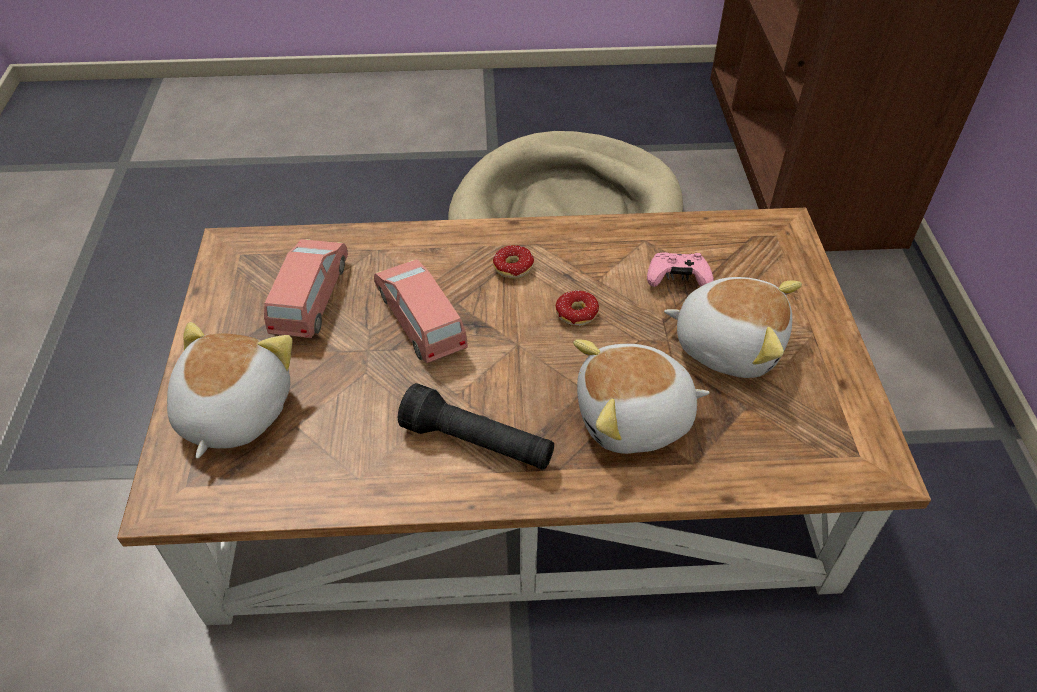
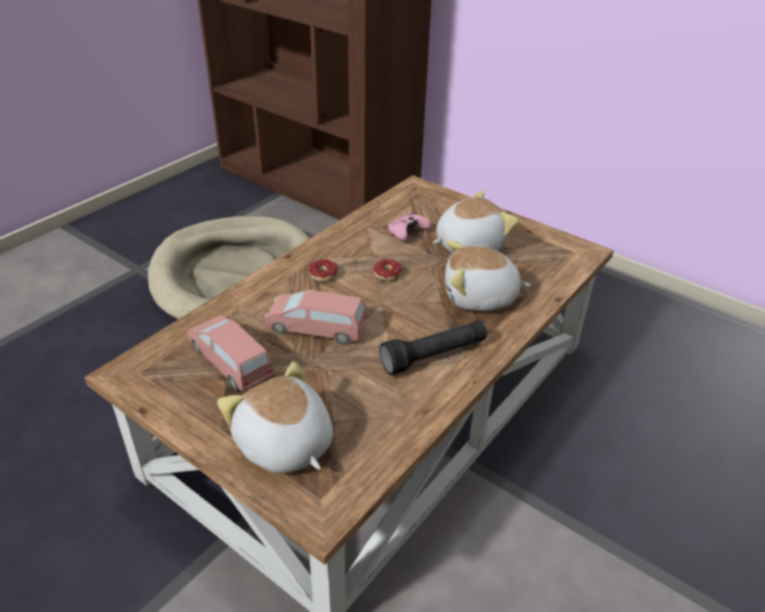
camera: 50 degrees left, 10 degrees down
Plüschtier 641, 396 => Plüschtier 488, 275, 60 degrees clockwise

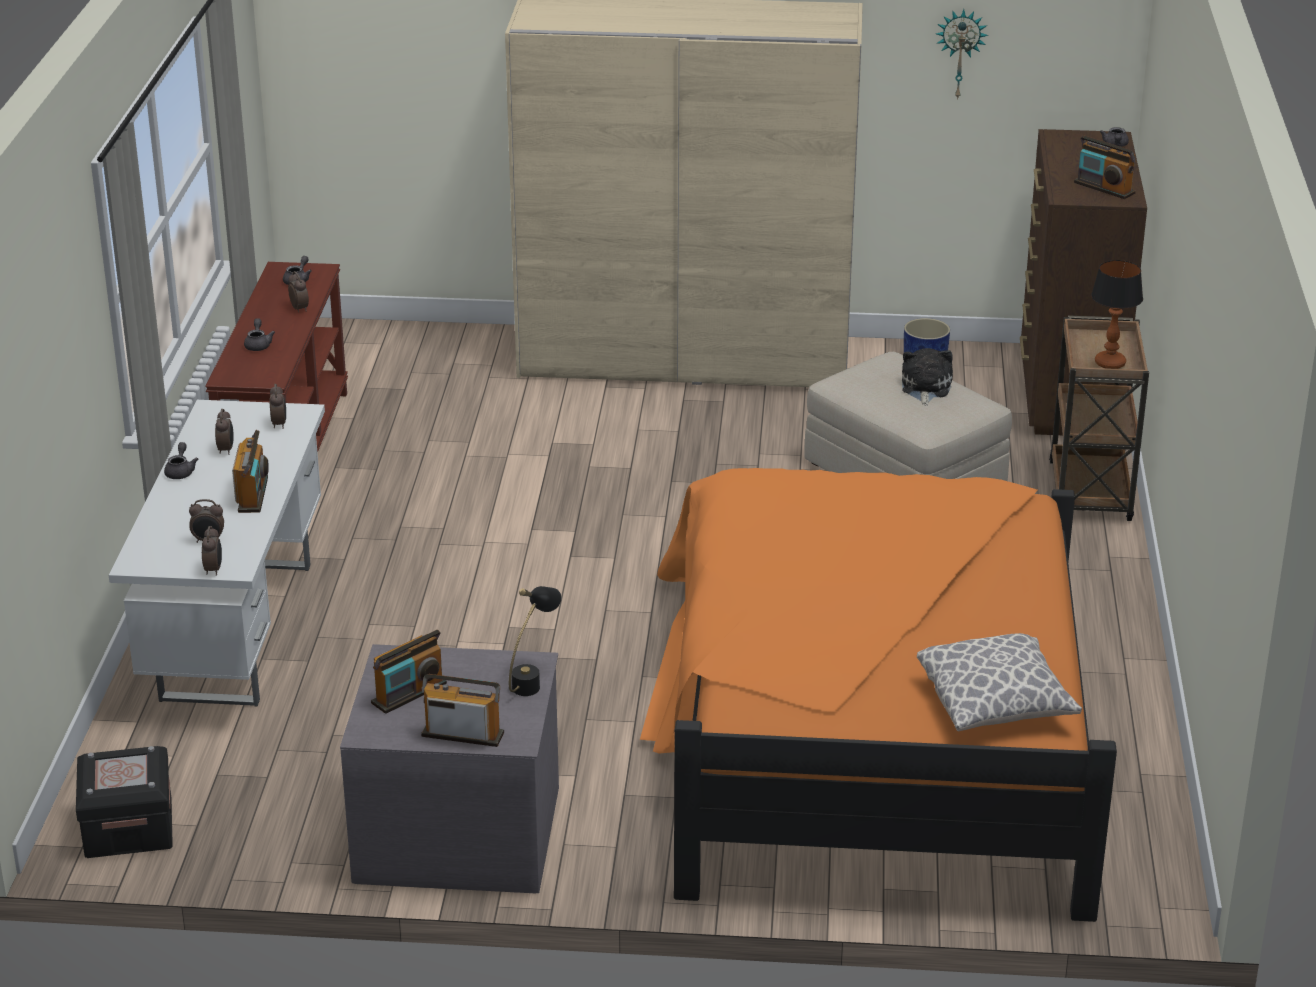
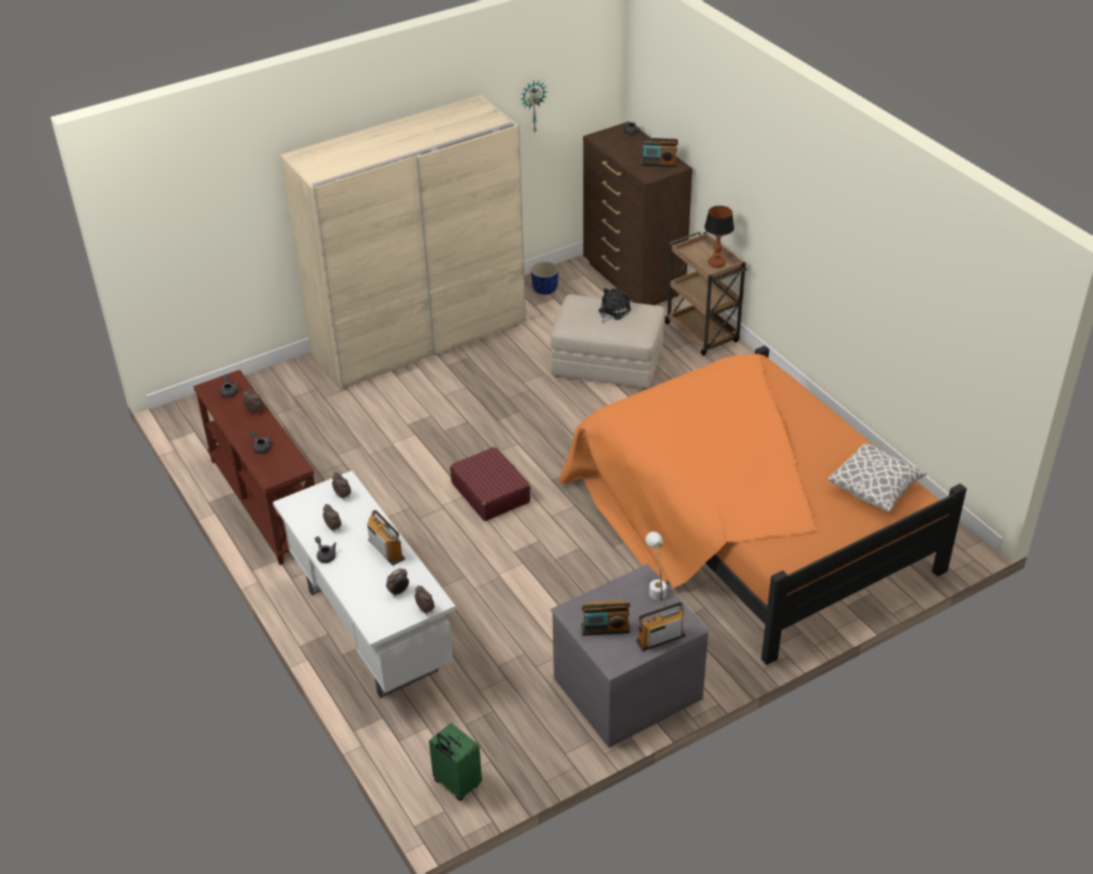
camera: 35 degrees left, 10 degrees up
Aufbewahrungsbox/schwarz 124, 802 => Koffer/grün 455, 762
nothing => Koffer/rot 490, 484
Radio 409, 672 => Radio 605, 618, 75 degrees clockwise
Plüschtier 927, 377 => Plüschtier 614, 305, 60 degrees clockwise
Tischlampe/schwarz 535, 641 => Tischlampe/weiß 656, 566

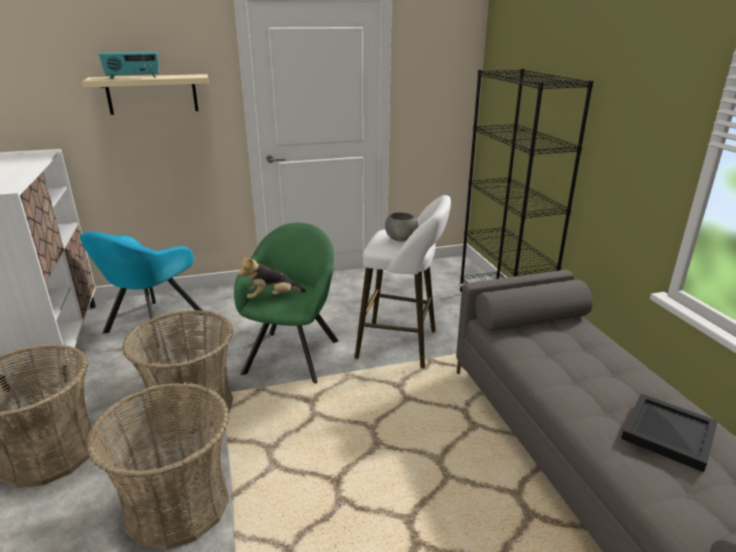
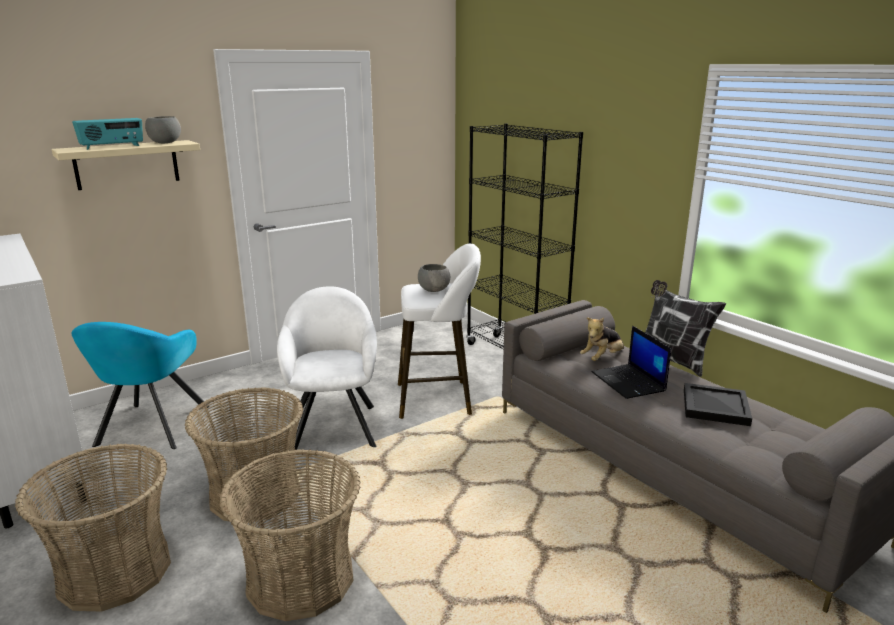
camera: 20 degrees left, 5 degrees down
nothing => Schüssel/grau 163, 129
Sessel/grün 286, 303 => Sessel/weiß 327, 368
Plüschtier 272, 277 => Plüschtier 602, 339, relocated
nothing => Laptop 631, 362
nothing => Kissen 685, 328

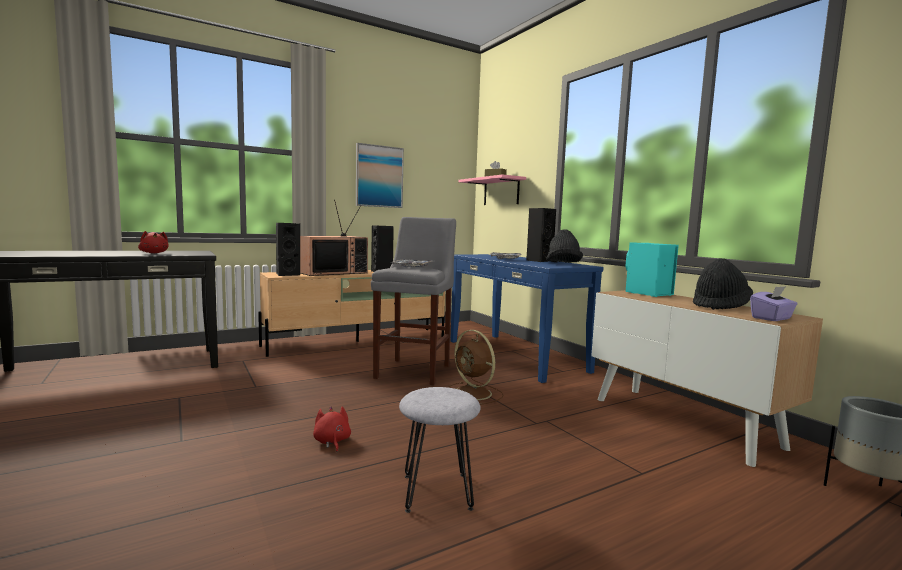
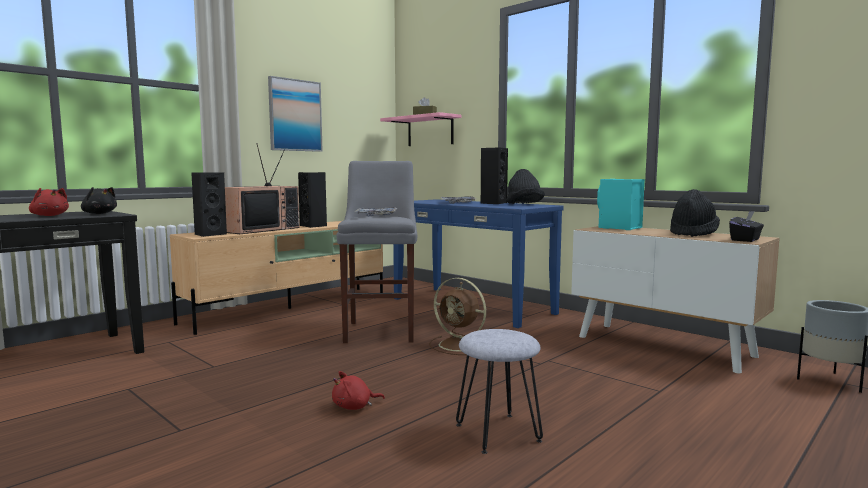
camera: 15 degrees left, 0 degrees up
nothing => Plüschtier/schwarz 99, 200
Plüschtier/rot 332, 429 => Plüschtier/rot 358, 390, 75 degrees counterclockwise
Taschentuchbox/lila 774, 303 => Taschentuchbox/schwarz 746, 226

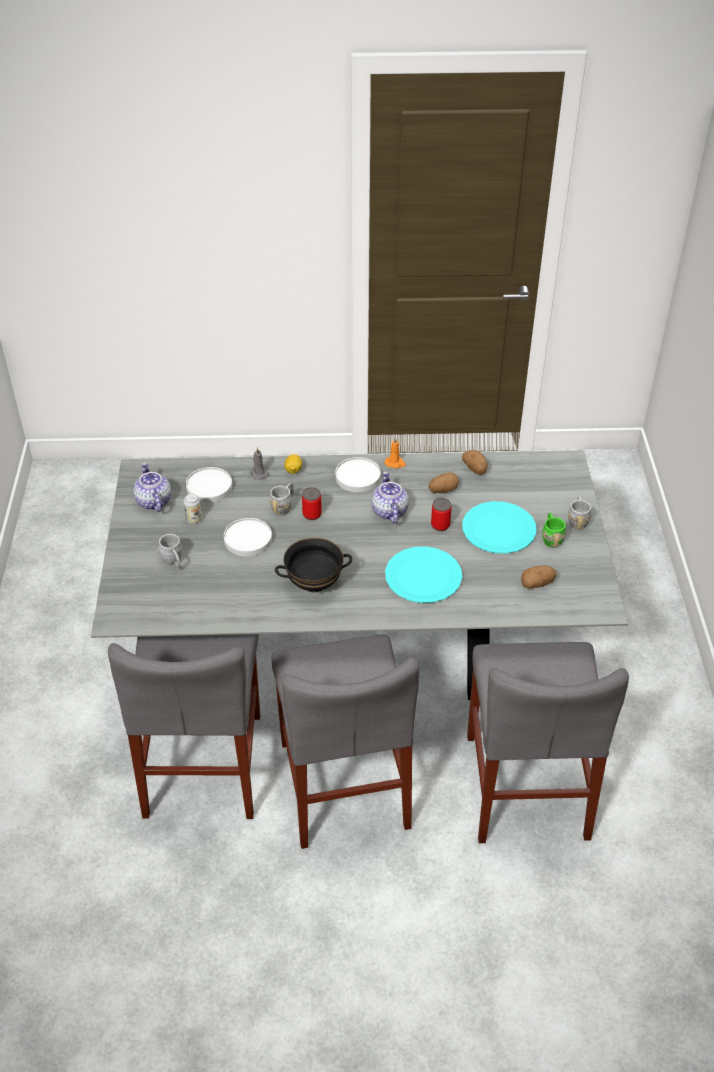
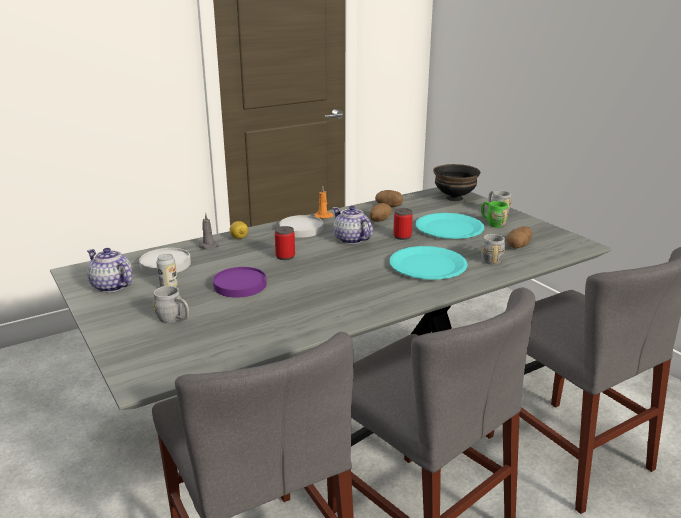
camera: 30 degrees left, 20 degrees down
Teller/weiß 248, 537 => Teller/lila 240, 282
Schüssel/schwarz 313, 565 => Schüssel/schwarz 456, 182, relocated
Henkelbecher/grau 281, 499 => Henkelbecher/grau 493, 249, relocated

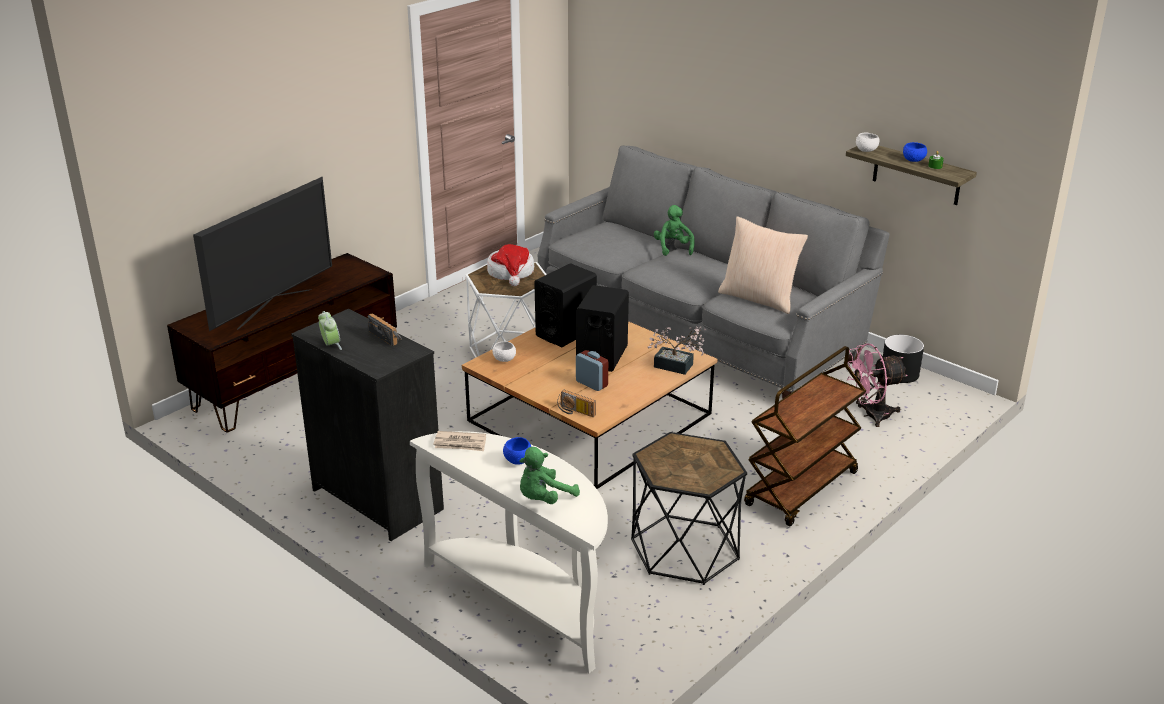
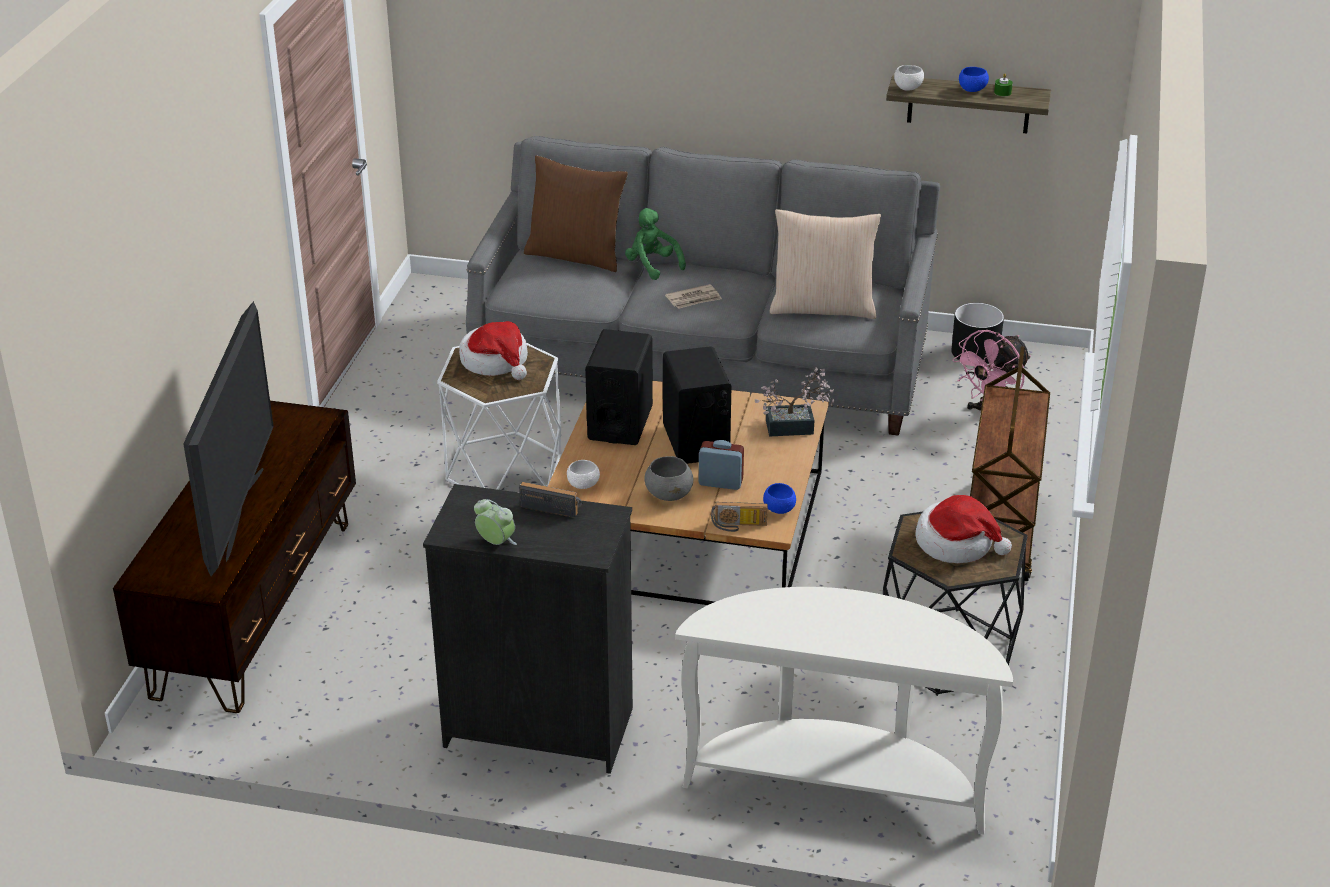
camera: 30 degrees left, 5 degrees up
nothing => Kissen/braun 576, 213
nothing => Schüssel/grau 668, 478
Zeitung 459, 441 => Zeitung 693, 296, relocated
Schüssel/blau 517, 451 => Schüssel/blau 779, 498, relocated
nothing => Hut 963, 529
Plüschtier/grün 550, 475 => nothing

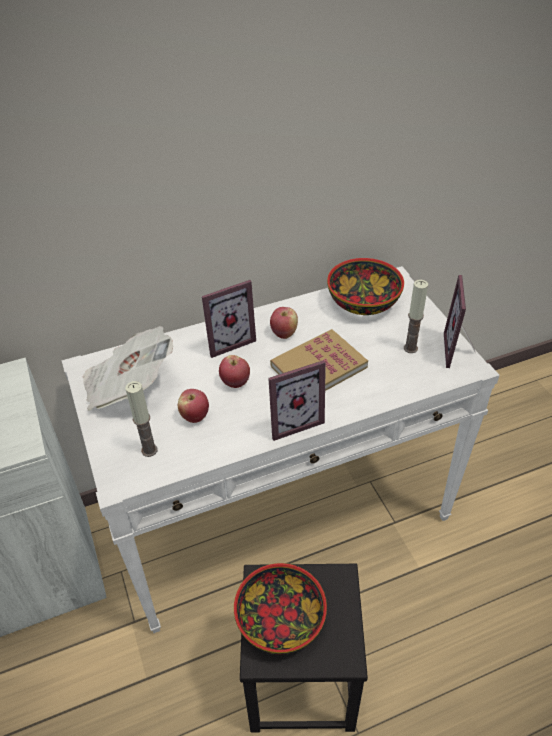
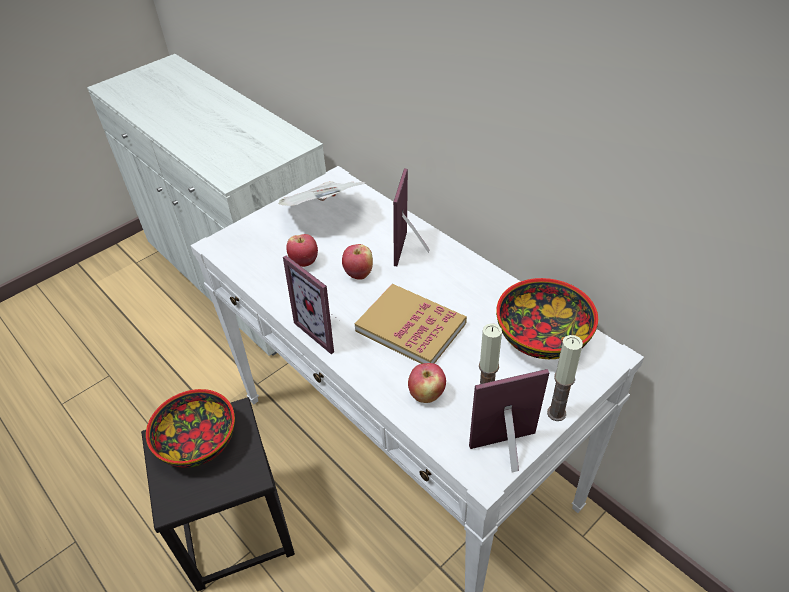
camera: 70 degrees right, 0 degrees up
Bilderrahmen 229, 319 => Bilderrahmen 411, 217, 60 degrees clockwise
Apfel 284, 323 => Apfel 427, 383, relocated
Kerze 141, 419 => Kerze 565, 378, relocated

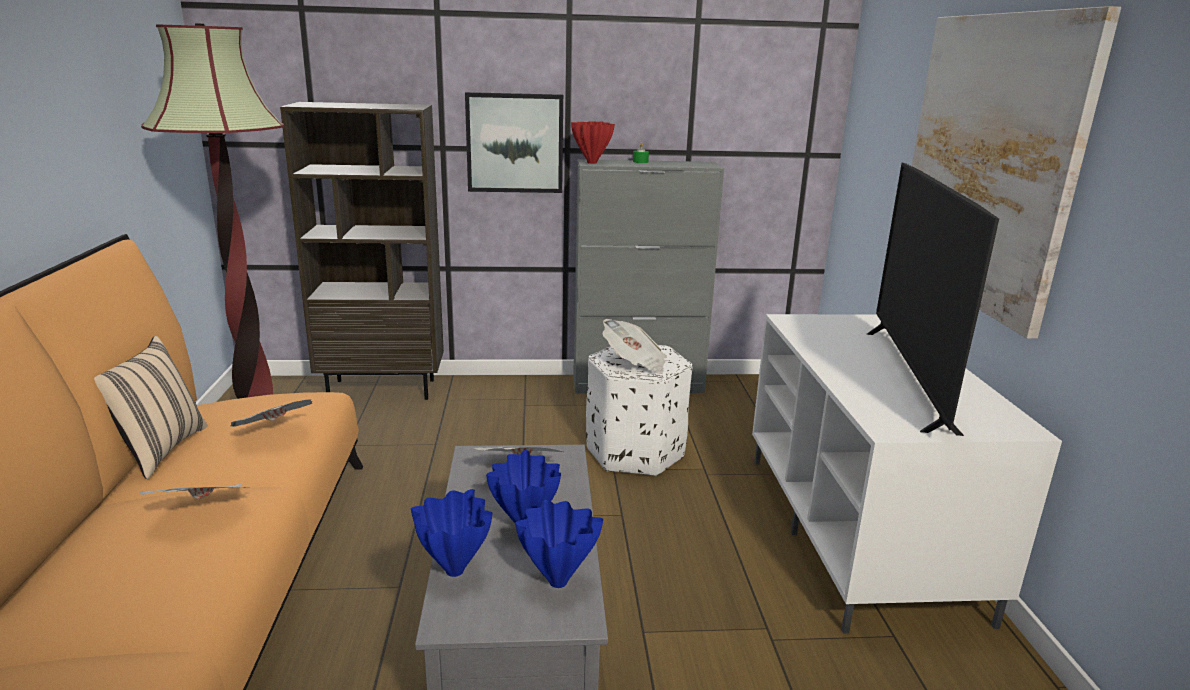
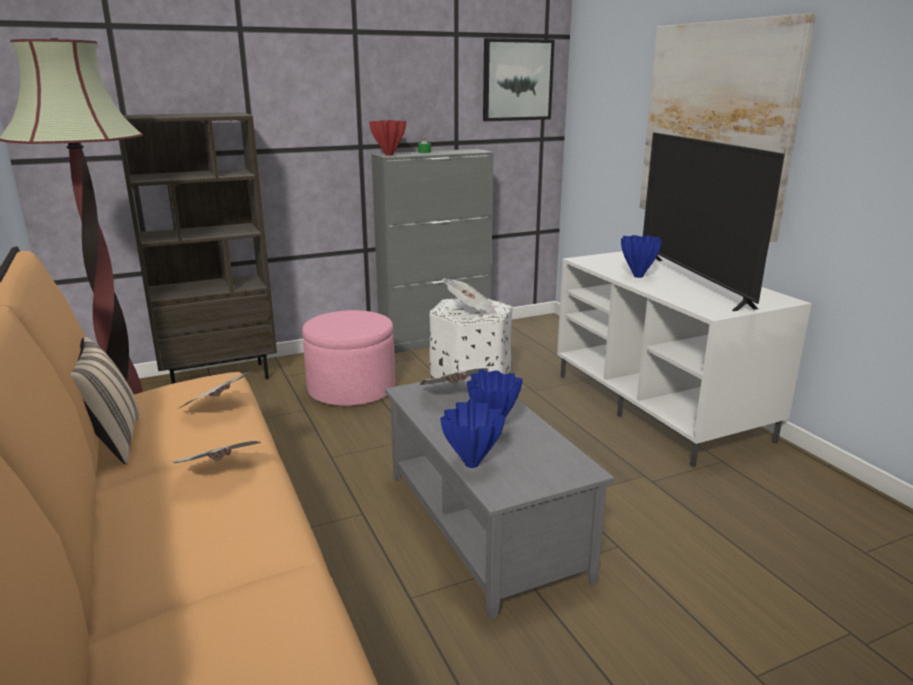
camera: 20 degrees left, 0 degrees up
nothing => Polsterhocker/rosa 348, 358
Bild 514, 142 => Bild 519, 79, relocated
Vase/blau 559, 544 => Vase/blau 641, 256, relocated

